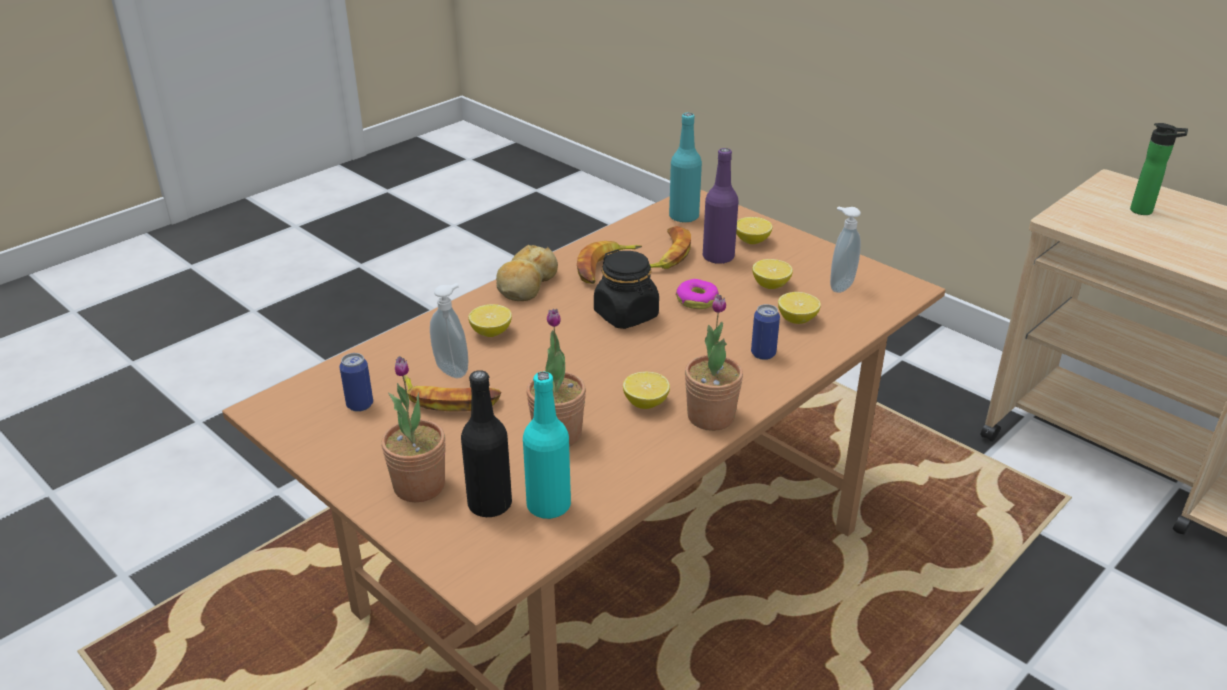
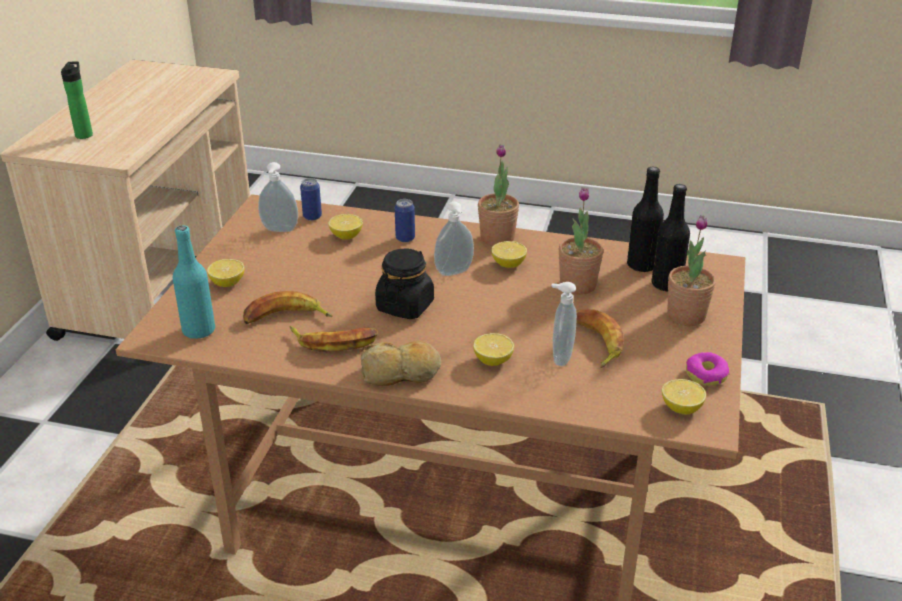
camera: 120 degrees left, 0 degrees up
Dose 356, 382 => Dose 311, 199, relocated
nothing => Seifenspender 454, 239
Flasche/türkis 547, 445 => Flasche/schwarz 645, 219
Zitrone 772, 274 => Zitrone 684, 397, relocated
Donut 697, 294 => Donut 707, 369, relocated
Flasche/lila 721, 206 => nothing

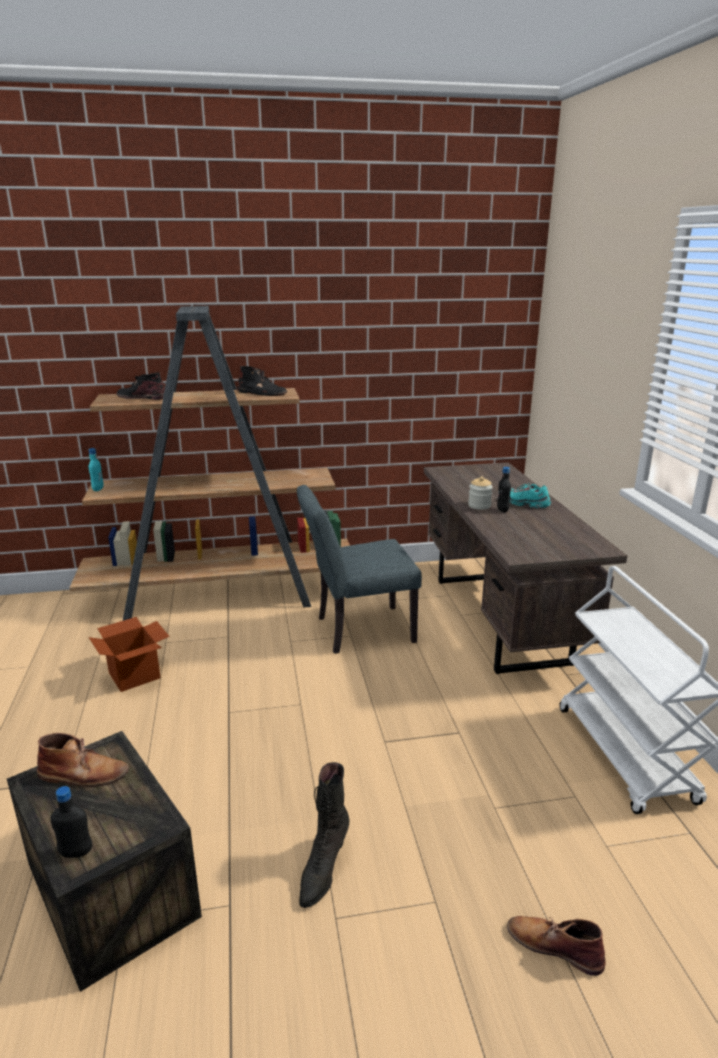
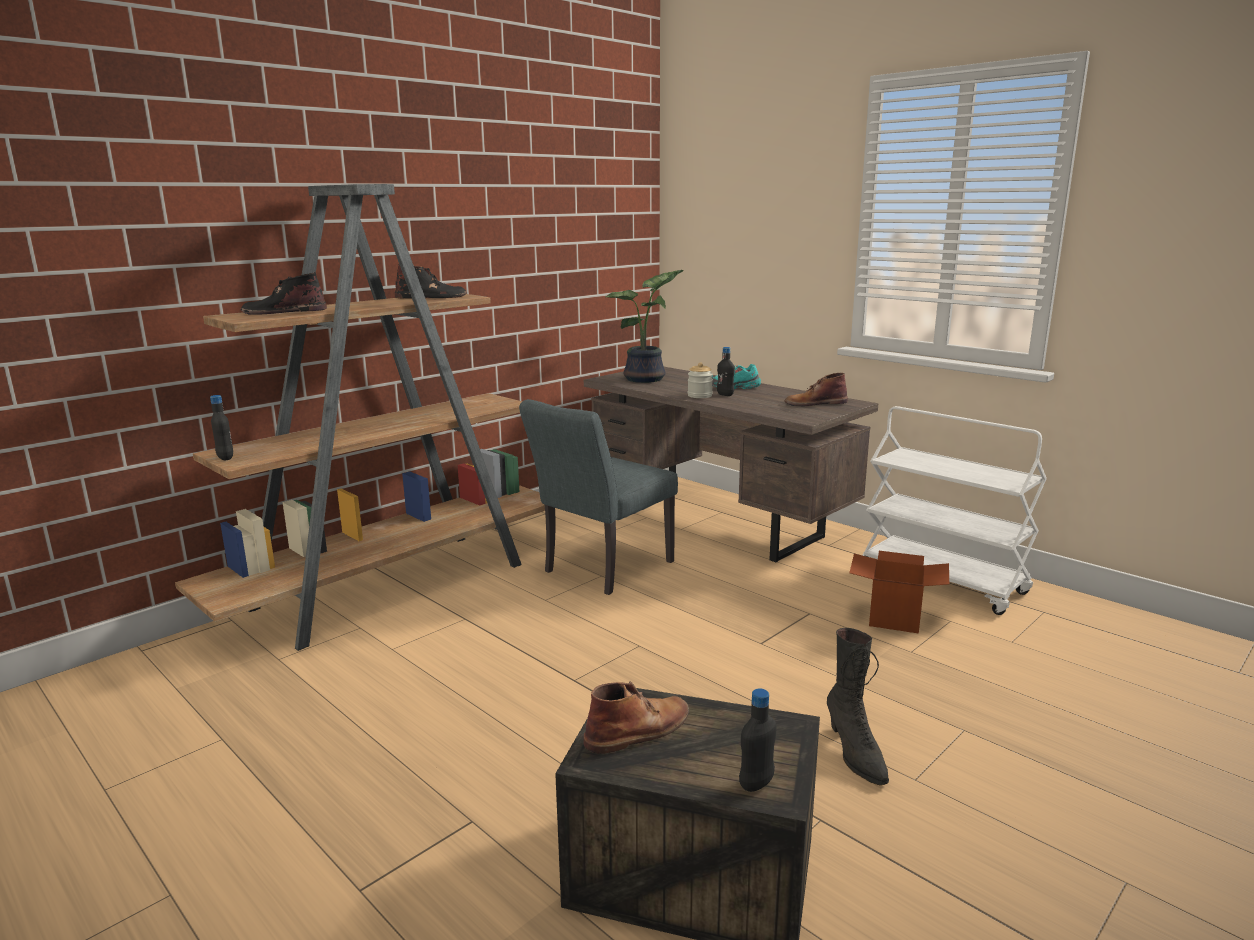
camera: 35 degrees left, 5 degrees down
Flasche/türkis 96, 469 => Flasche/schwarz 221, 427
nothing => Topfpflanze 645, 326
Stiefel/braun 556, 946 => Stiefel/braun 816, 389, relocated
Karton 129, 654 => Karton 899, 592, relocated

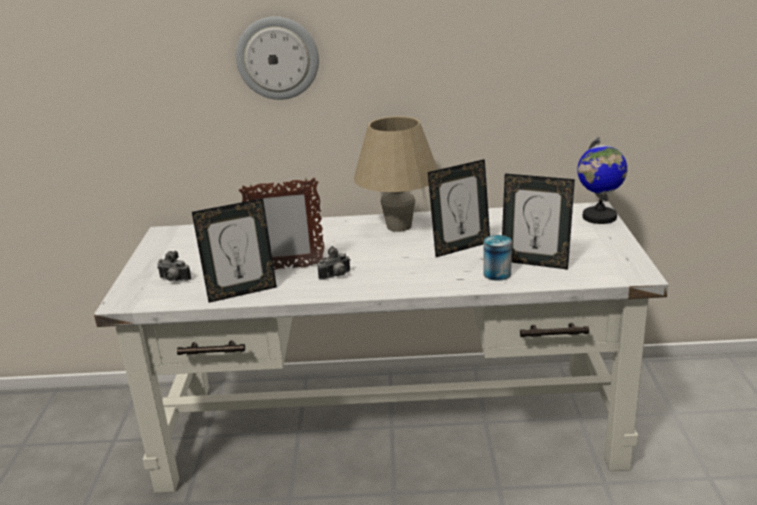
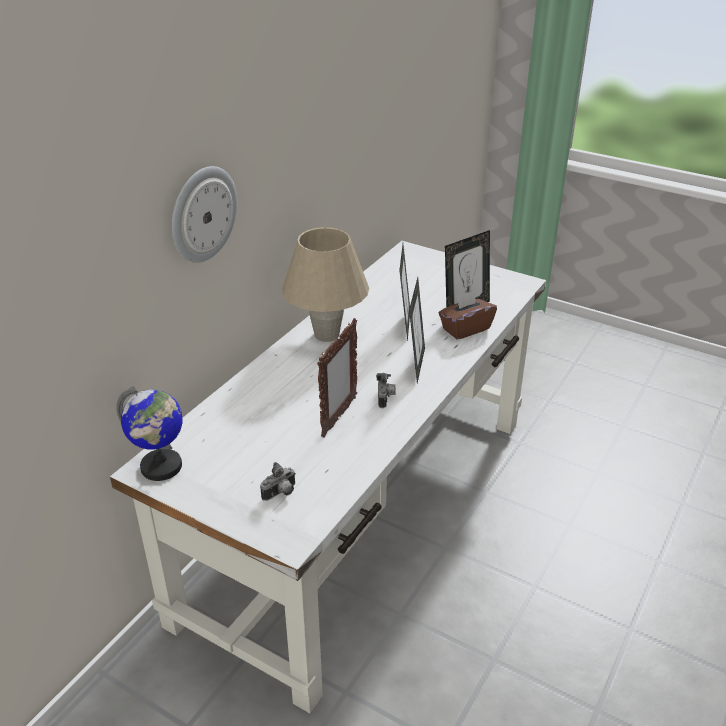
camera: 60 degrees left, 10 degrees up
Globus 602, 180 => Globus 149, 433, relocated
Bilderrahmen 234, 250 => Bilderrahmen 417, 330, relocated
Dose 497, 258 => Taschentuchbox/braun 468, 315

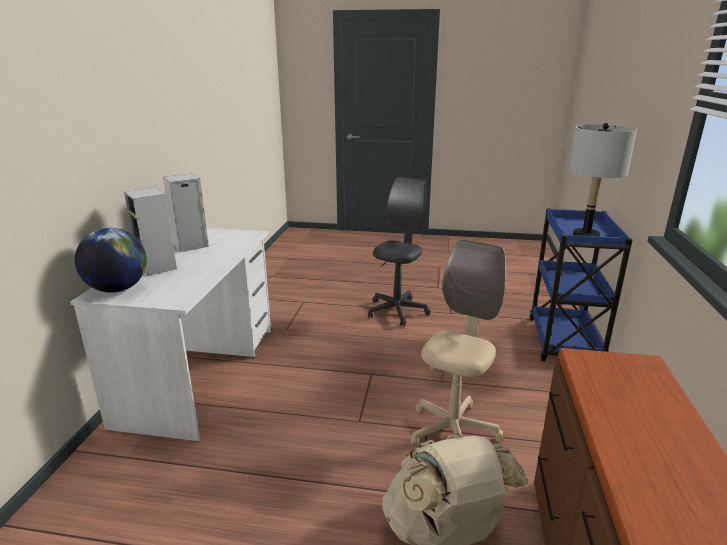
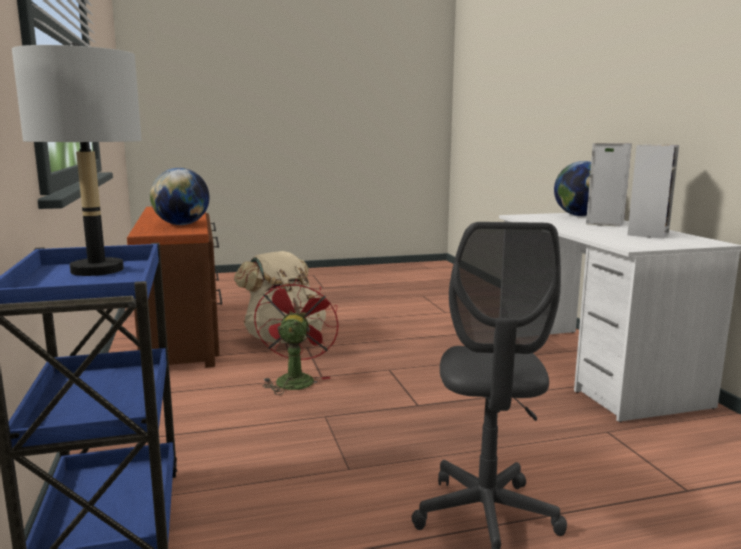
camera: 155 degrees right, 10 degrees down
nothing => Globus 179, 196
Bürostuhl/beige 458, 342 => Ventilator/rot 296, 338

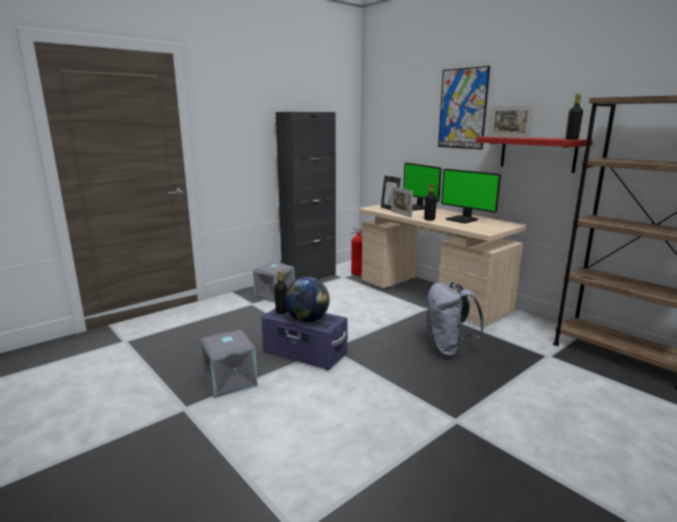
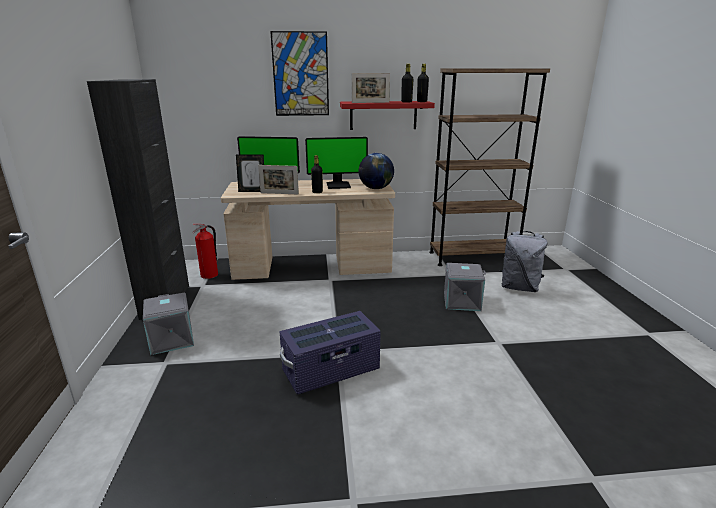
camera: 55 degrees left, 5 degrees up
Globus 307, 299 => Globus 376, 171, relocated
Flasche/schwarz 280, 292 => Flasche/schwarz 407, 83, relocated
Aufbewahrungsbox/grau 229, 364 => Aufbewahrungsbox/grau 465, 287, relocated
Rucksack/grau 455, 319 => Rucksack/grau 524, 261, relocated

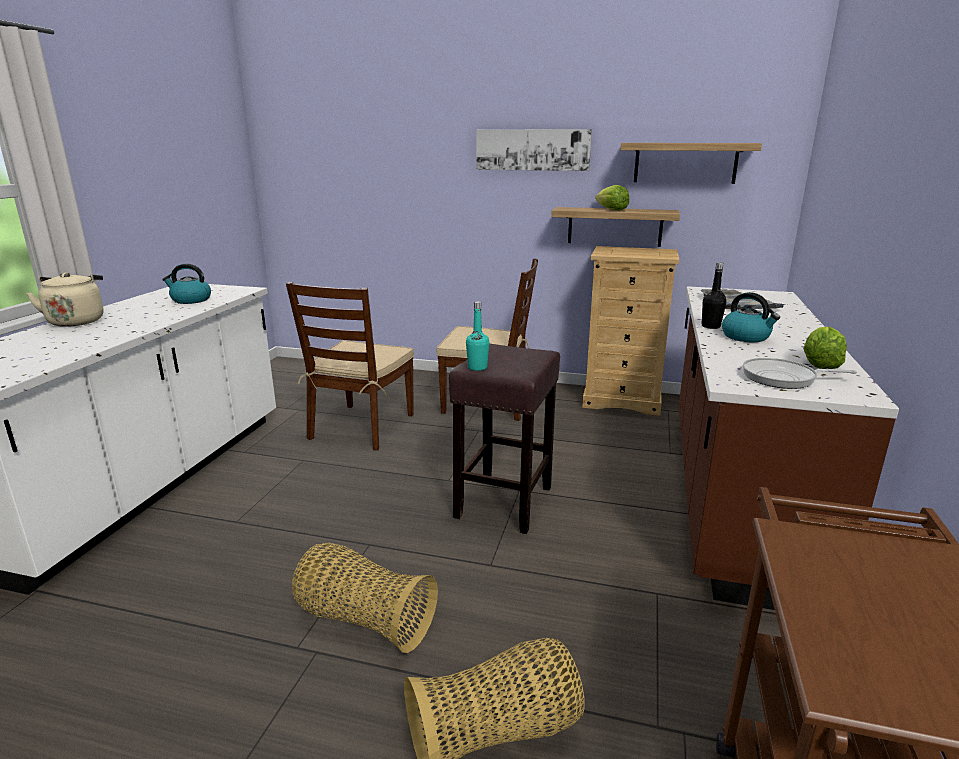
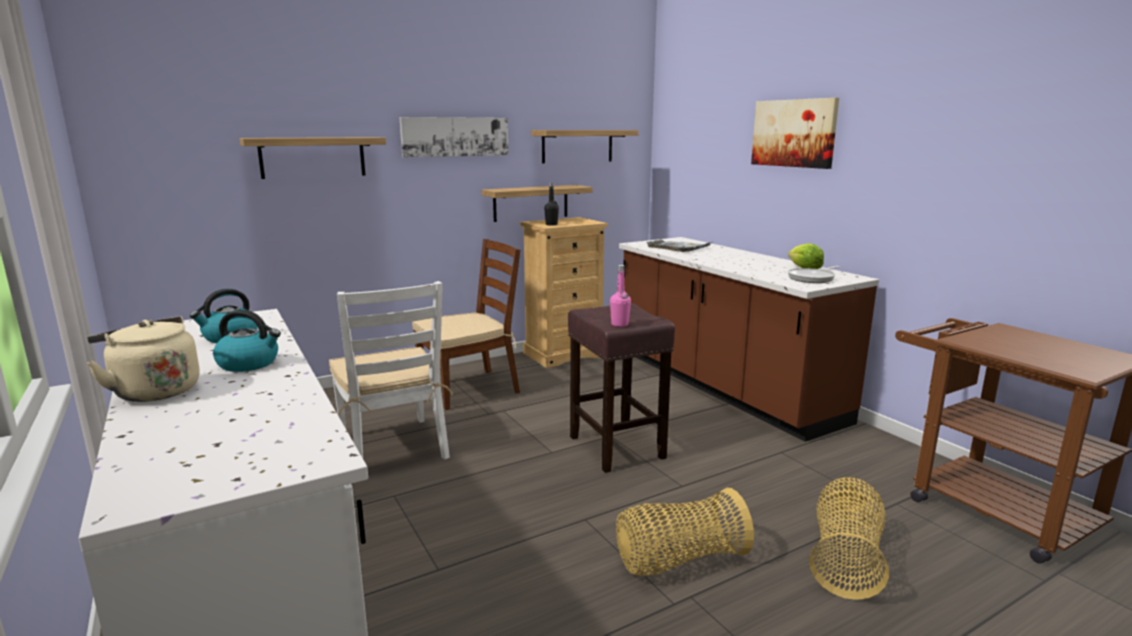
camera: 45 degrees left, 5 degrees down
Wasserkessel 751, 317 => Wasserkessel 247, 341, relocated
nothing => Wandregal 313, 158
Stuhl/braun 350, 366 => Stuhl/weiß 391, 370
Flasche/schwarz 713, 295 => Flasche/schwarz 551, 204, relocated
Flasche/türkis 477, 336 => Flasche/rosa 620, 296
nothing => Bild 795, 133
Salatkopf 612, 198 => nothing

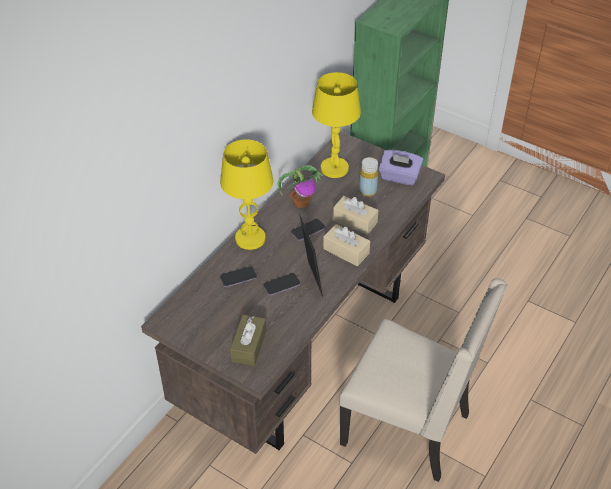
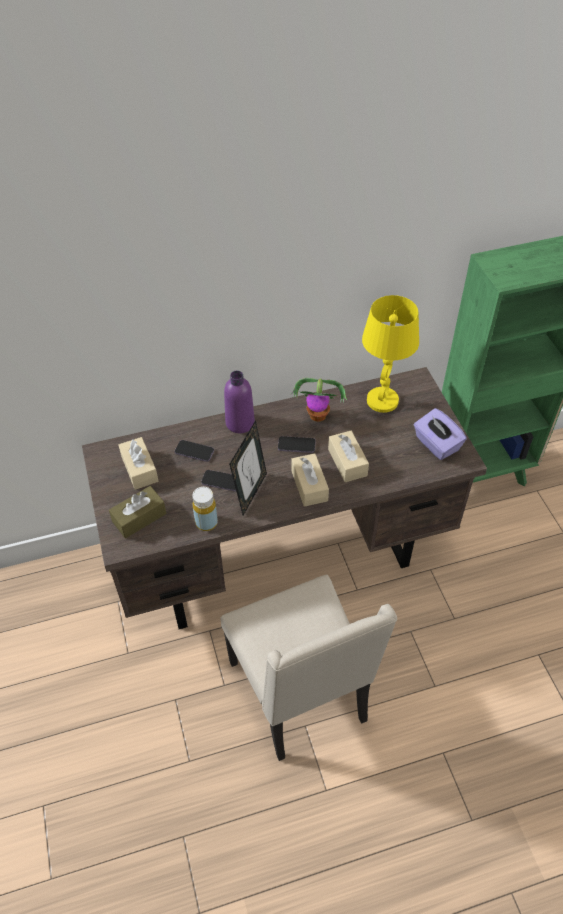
camera: 40 degrees right, 5 degrees up
nothing => Taschentuchbox/beige 138, 463
Flasche/gelb 368, 177 => Flasche/gelb 205, 509, relocated
Tischlampe/gelb 247, 194 => Flasche/lila 239, 402

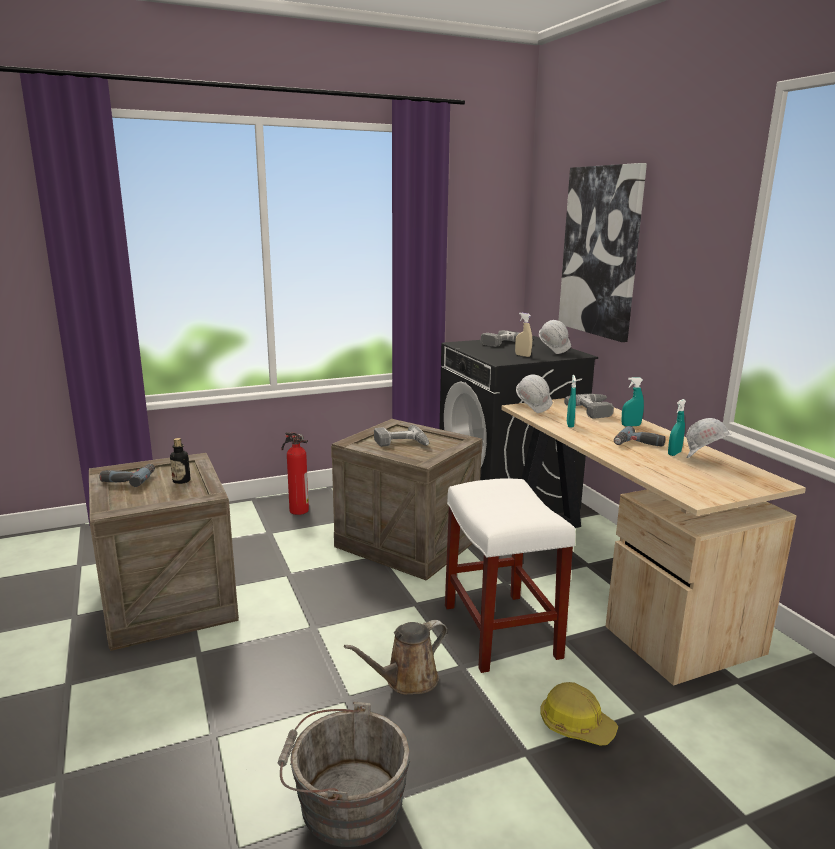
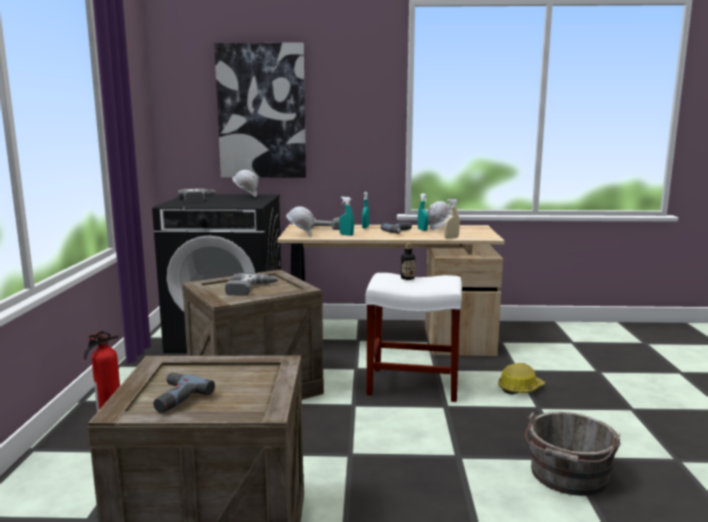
camera: 65 degrees left, 5 degrees down
Flasche 180, 461 => Flasche 408, 261, relocated
Sprühflasche/beige 523, 335 => Sprühflasche/beige 452, 219, relocated
Gießkanne/braun 395, 657 => nothing

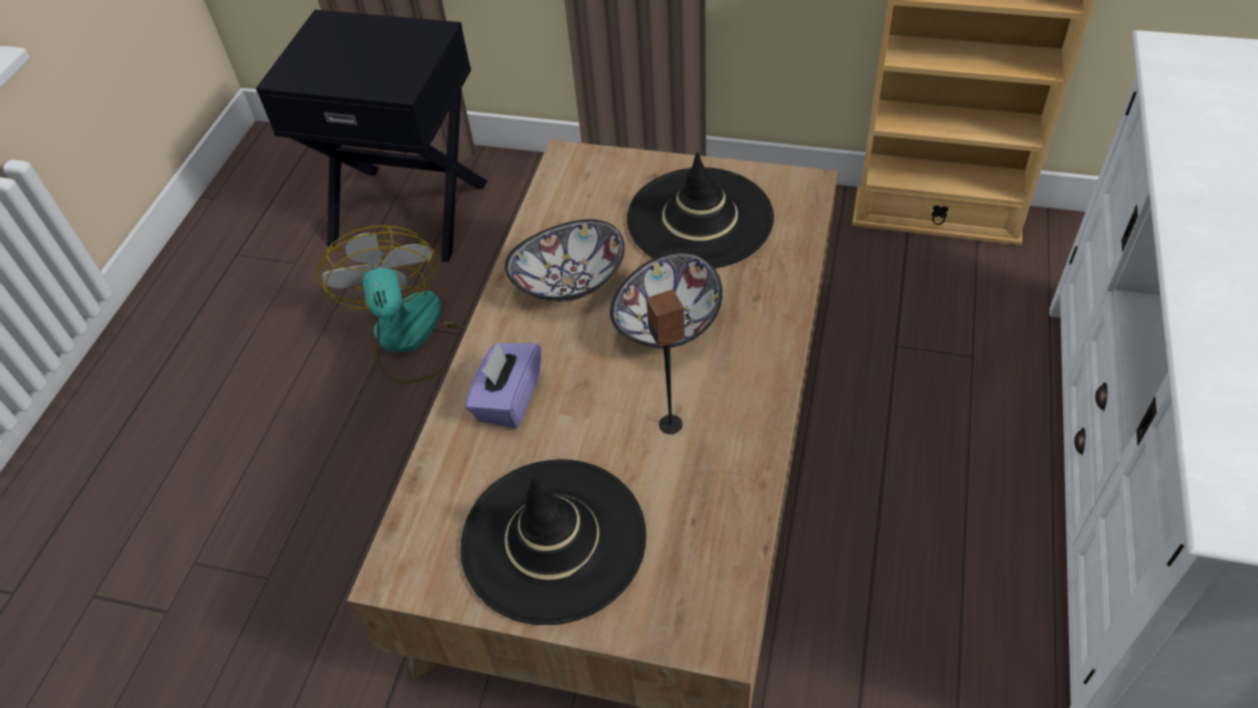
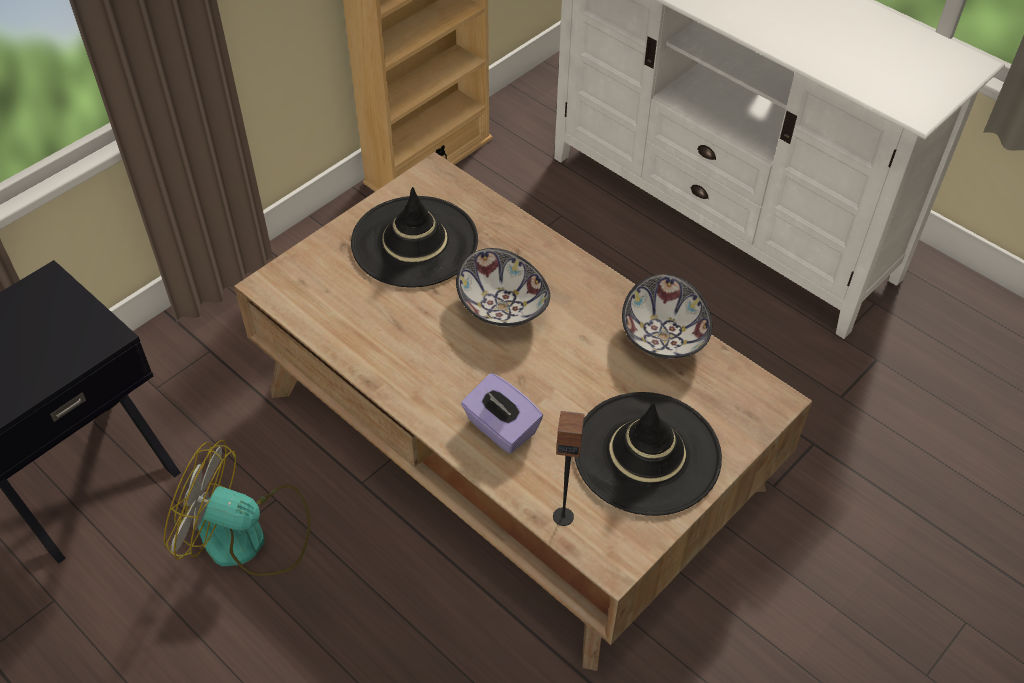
camera: 65 degrees left, 0 degrees up
Lautsprecher 665, 361 => Lautsprecher 568, 468, relocated
Schüssel 565, 260 => Schüssel 667, 316, relocated

